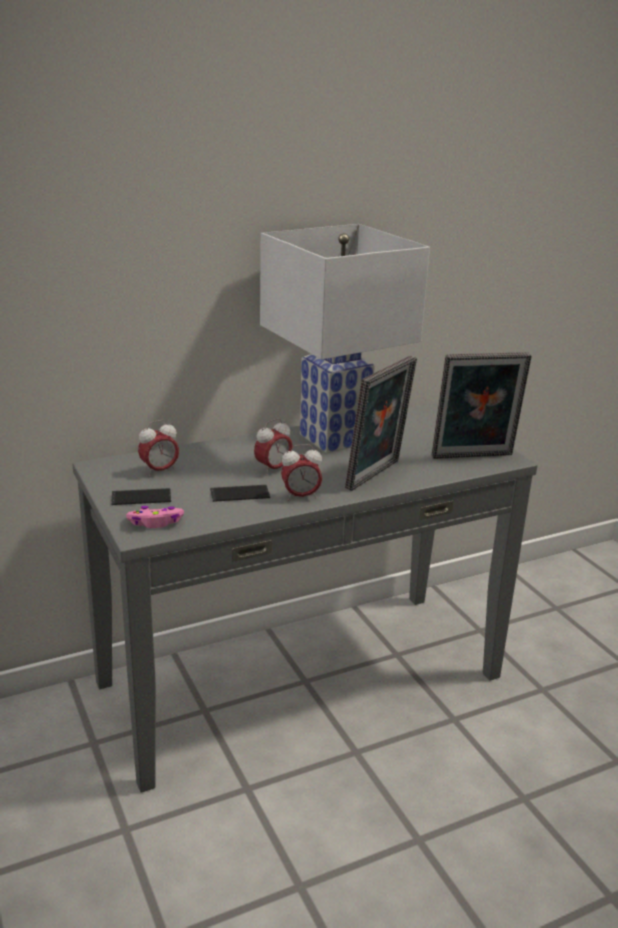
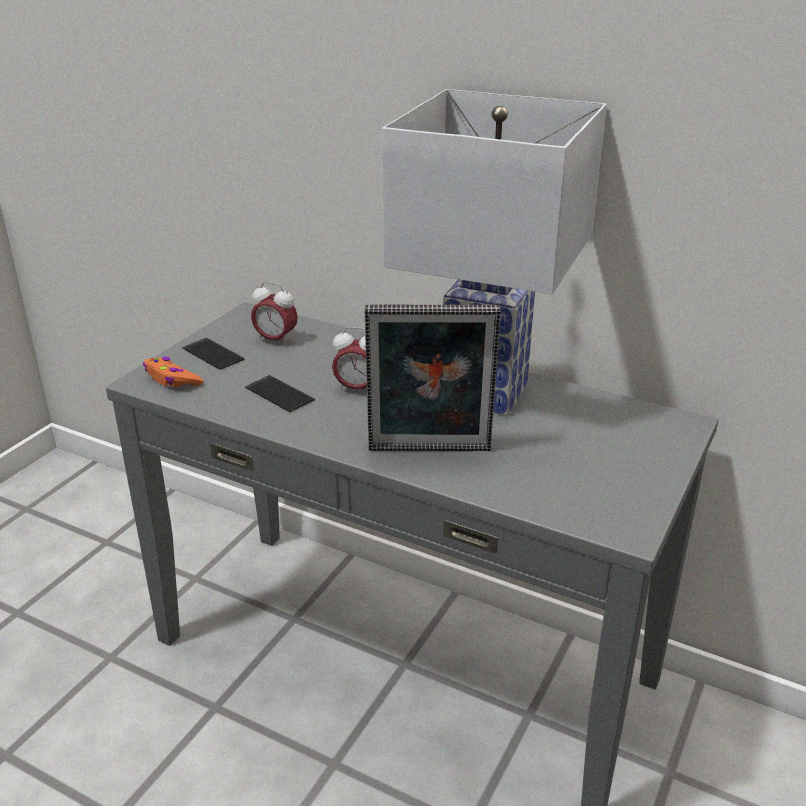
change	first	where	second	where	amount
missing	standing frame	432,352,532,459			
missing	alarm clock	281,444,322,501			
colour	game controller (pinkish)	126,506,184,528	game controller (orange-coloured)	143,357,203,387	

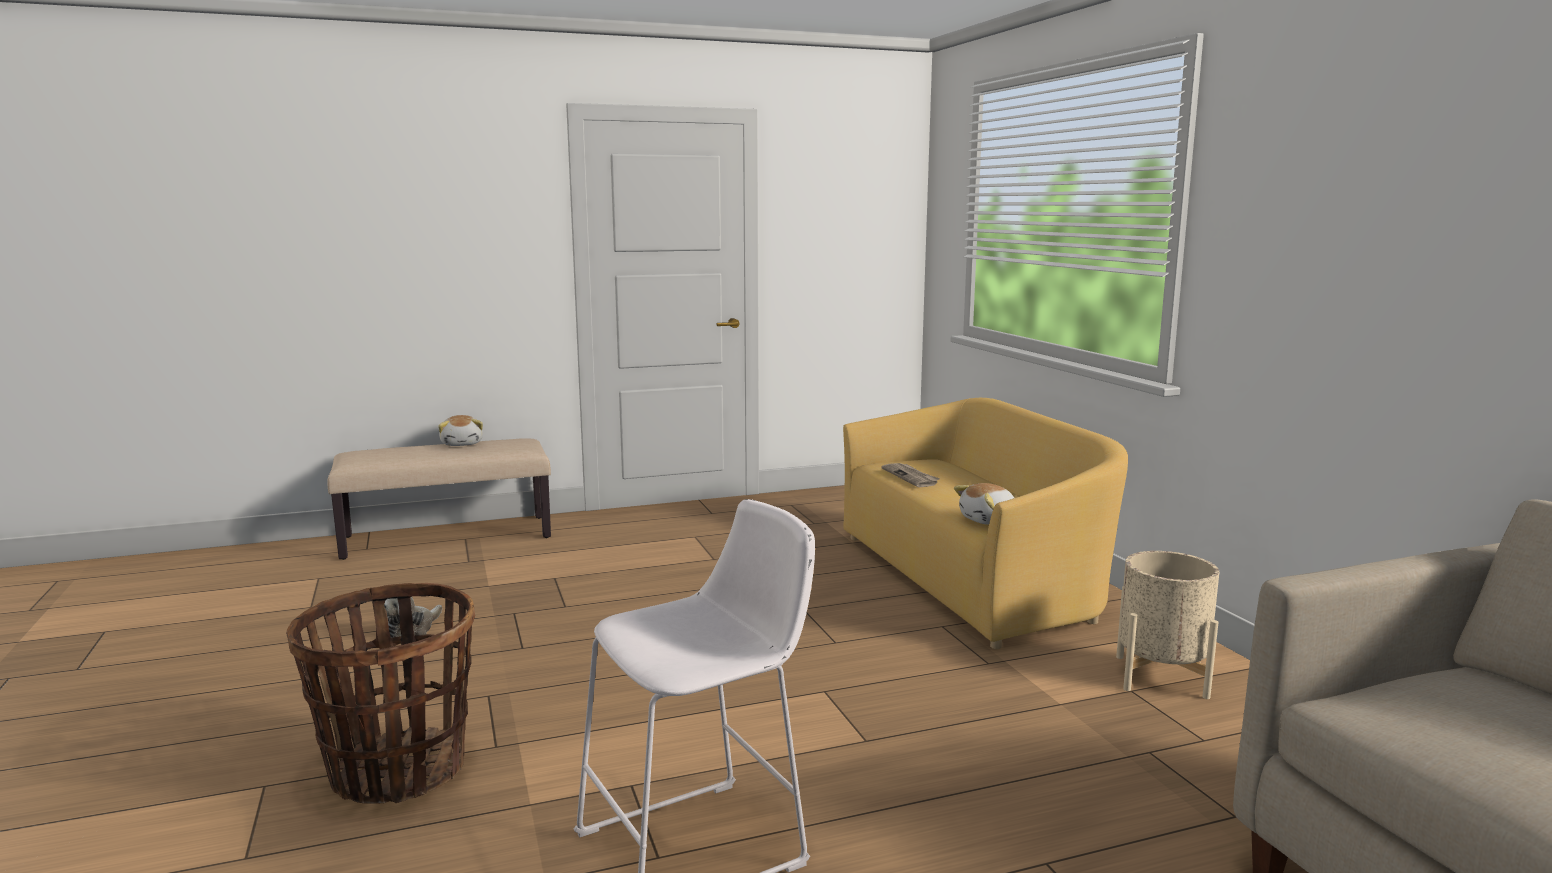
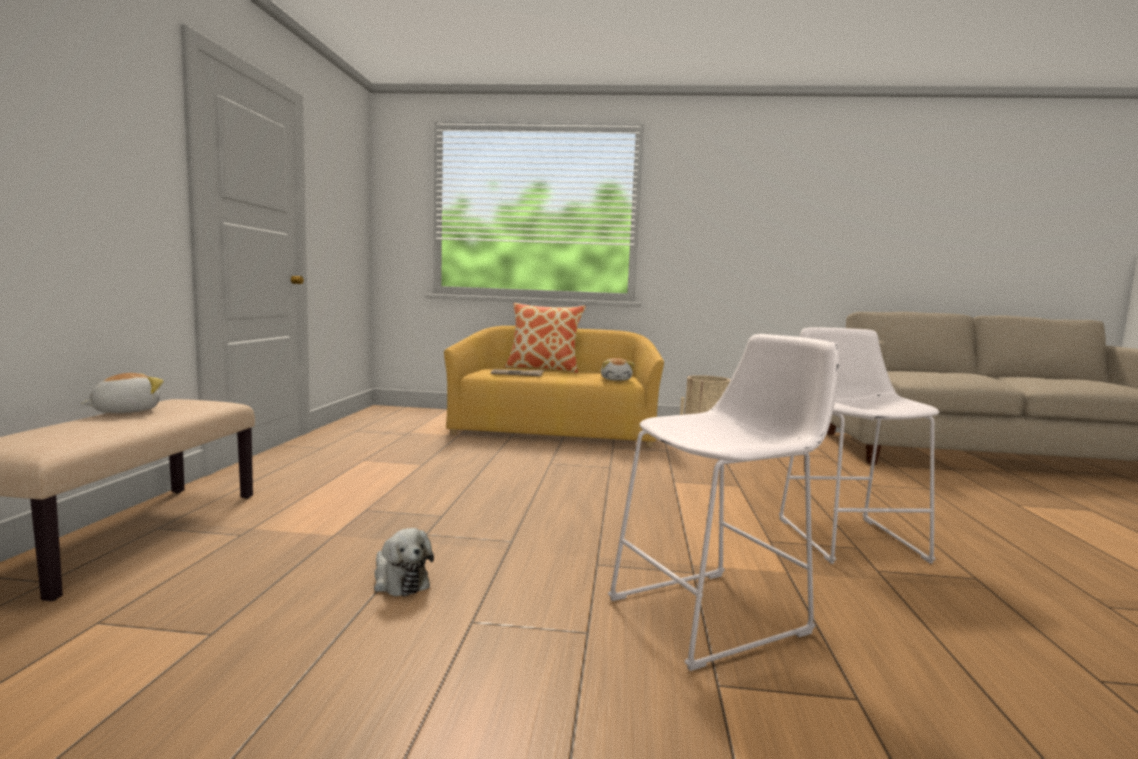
change	first	where	second	where	amount
spun	cuddly toy	438,415,483,446		81,373,164,413	60 degrees counterclockwise
exchanged	storage basket	286,583,475,804	stool seat (white-coloured)	608,334,840,671	
appeared			cushion	504,303,586,373	

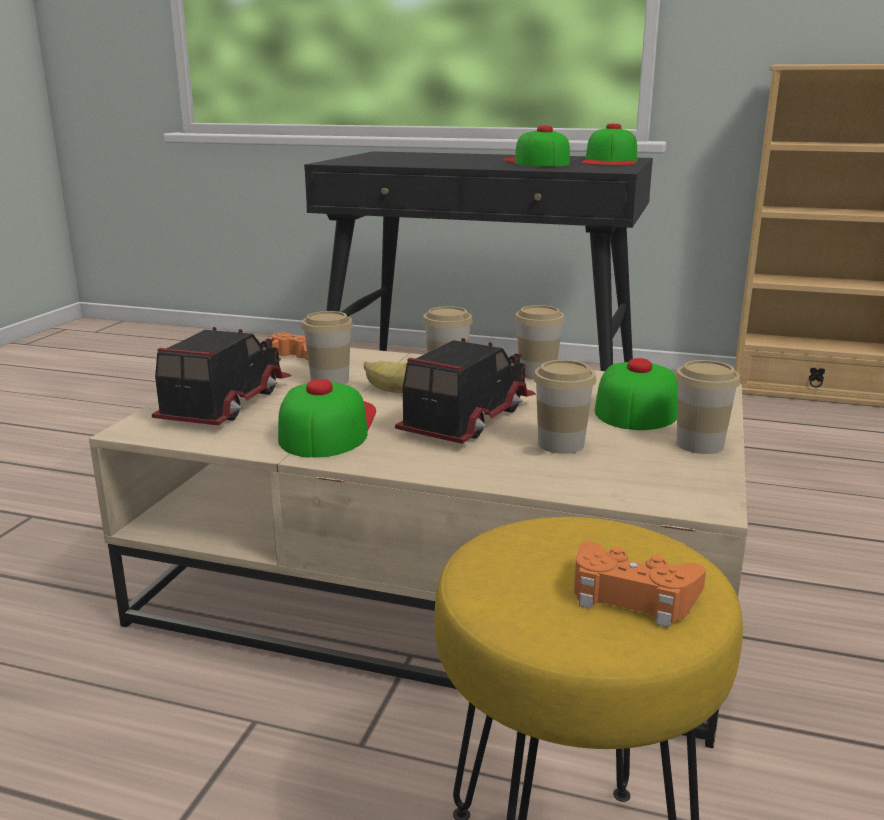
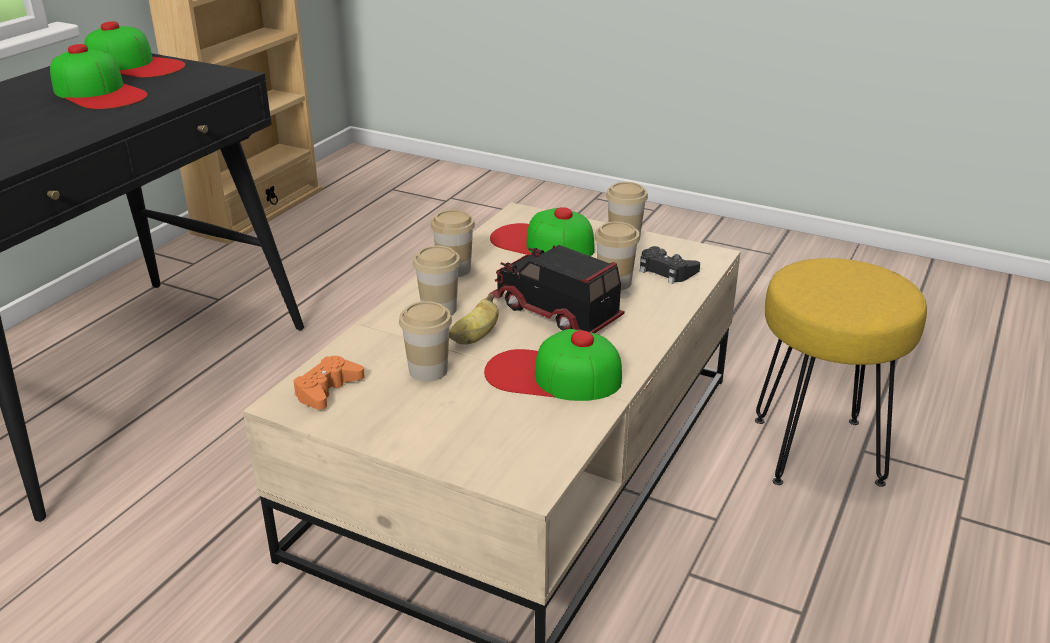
change	first	where	second	where	amount
spun	cap	503,125,570,167		50,44,148,109	135 degrees counterclockwise
missing	toy lorry	152,327,291,425			
missing	game controller (orange-coloured)	574,541,706,627			
appeared			game controller (black)	640,246,700,284	

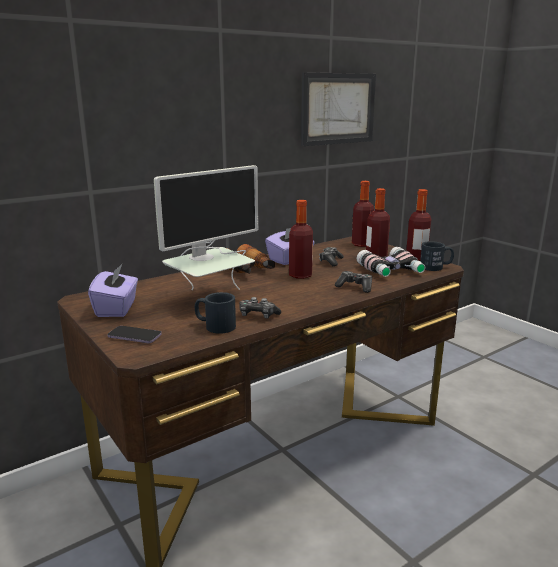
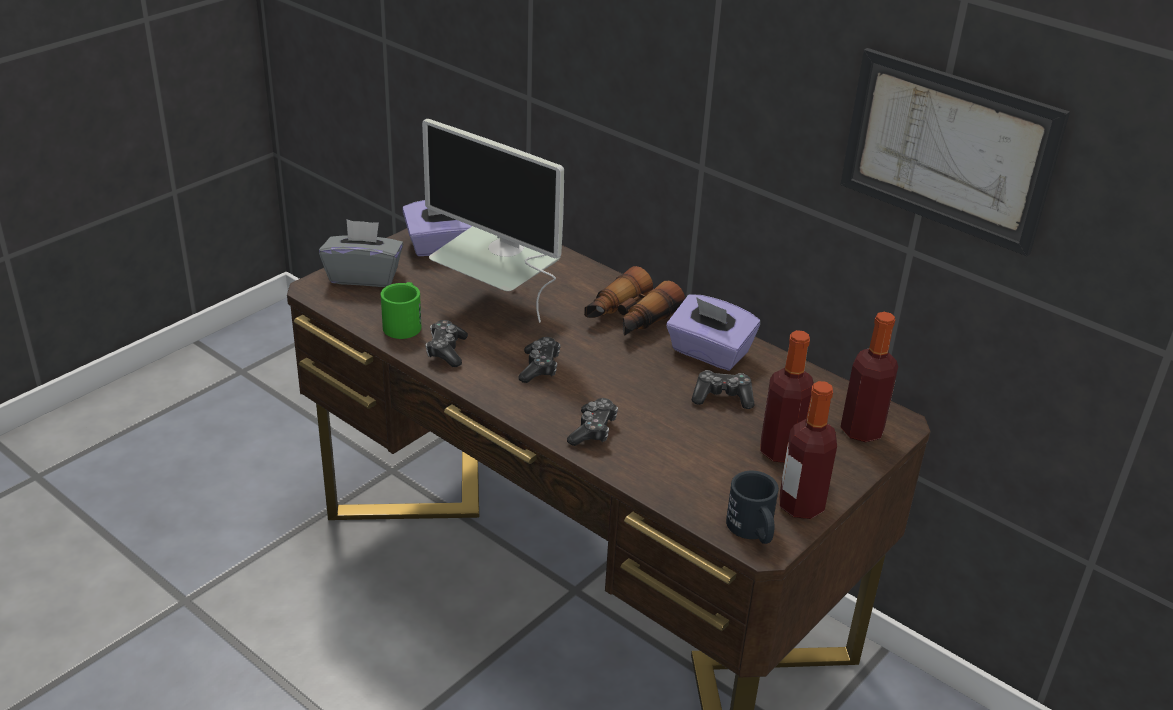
change	first	where	second	where	amount
missing	bottle	289,200,313,279			
missing	pair of binoculars	357,247,426,277			
colour	tea mug (black)	195,292,236,334	tea mug (green-coloured)	381,282,421,339	
exchanged	handset	107,326,162,344	tissue box (gray)	319,220,404,287	
appeared			game controller	518,337,561,383	

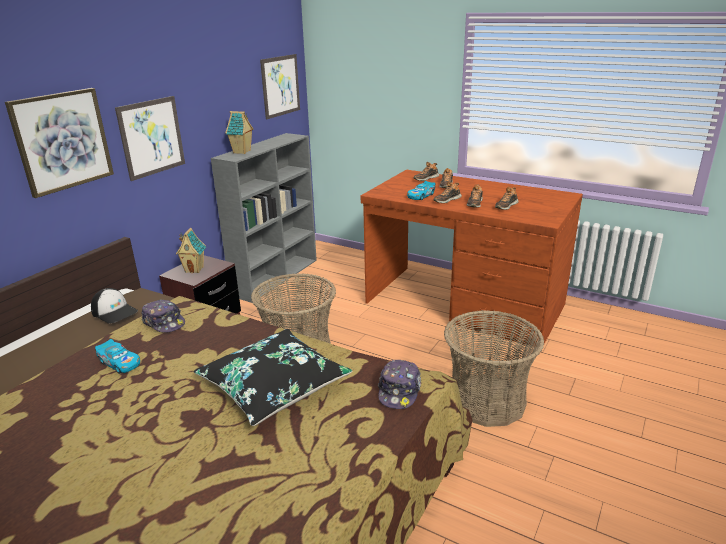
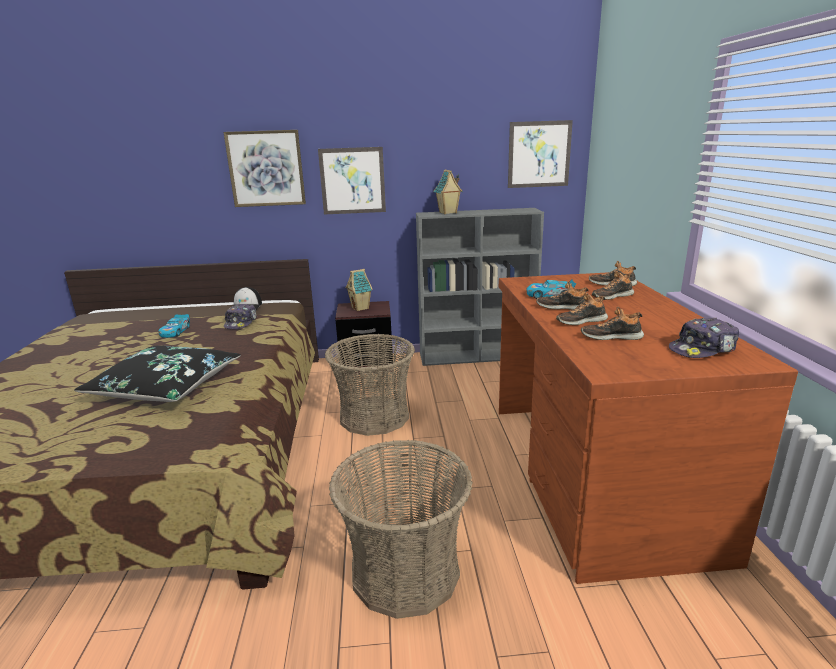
change	first	where	second	where	amount
relocated	cap	378,360,421,409		669,318,739,358	

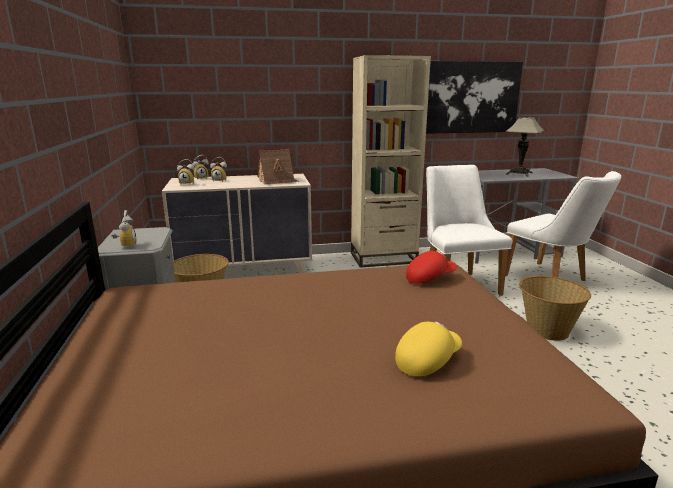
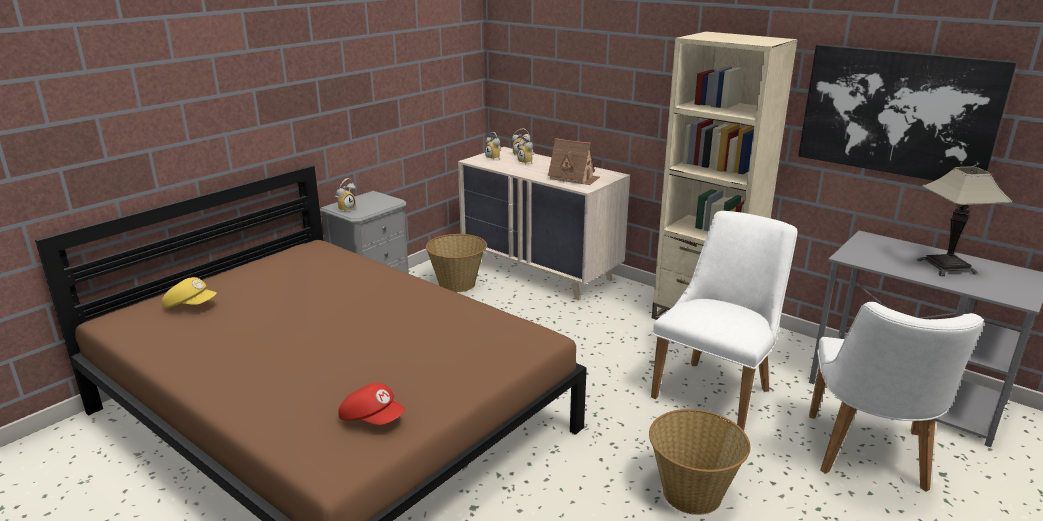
change	first	where	second	where	amount
relocated	cap (red)	406,251,457,284		338,383,405,425	
relocated	cap (yellow)	395,321,462,377		162,277,217,308	

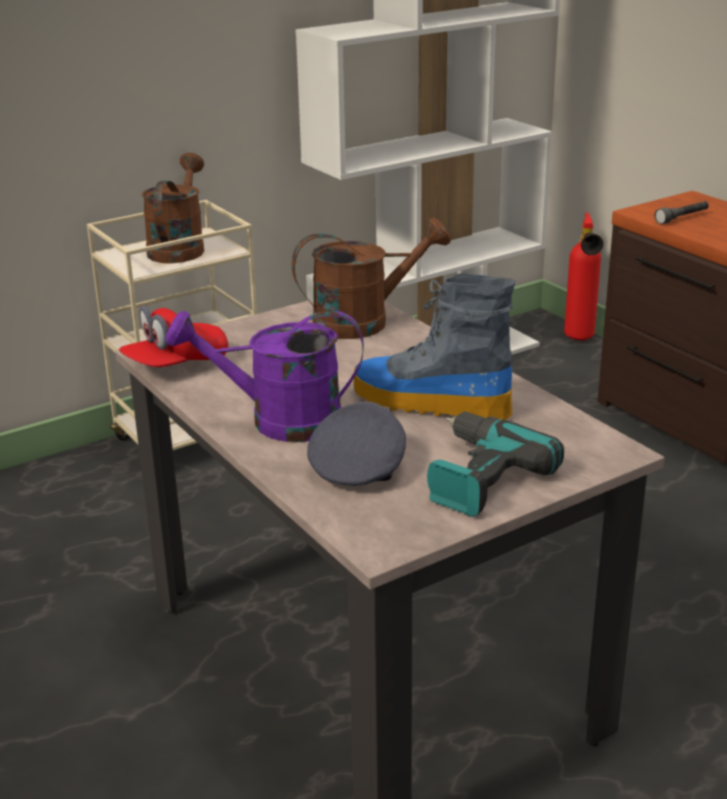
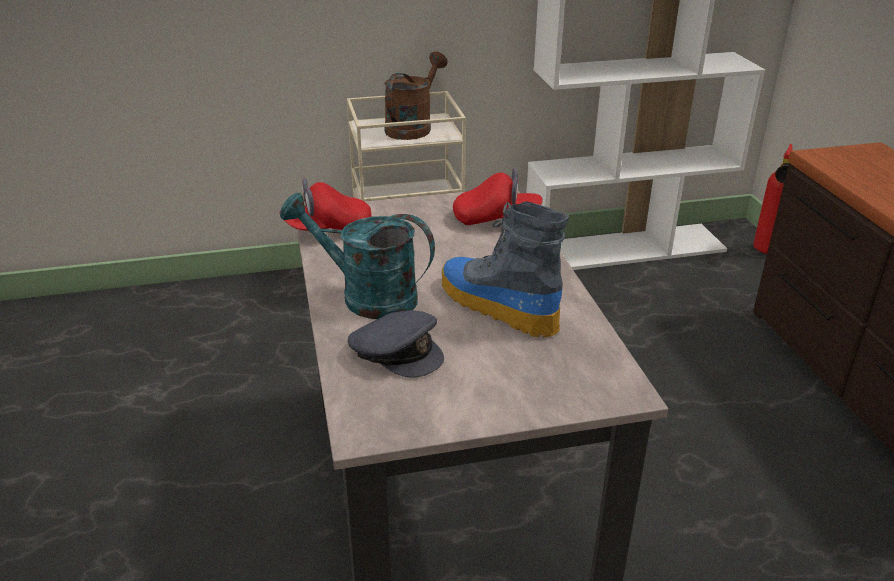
change	first	where	second	where	amount
missing	torch (gray)	655,201,709,224			
exchanged	sprinkling can (brown)	292,217,451,339	cap (red)	453,168,542,225	
colour	sprinkling can (purple-coloured)	166,311,364,442	sprinkling can (turquoise)	280,193,435,319	
spun	cap (gray)	307,402,406,486		348,310,444,378	90 degrees clockwise
missing	power drill	427,412,564,517			

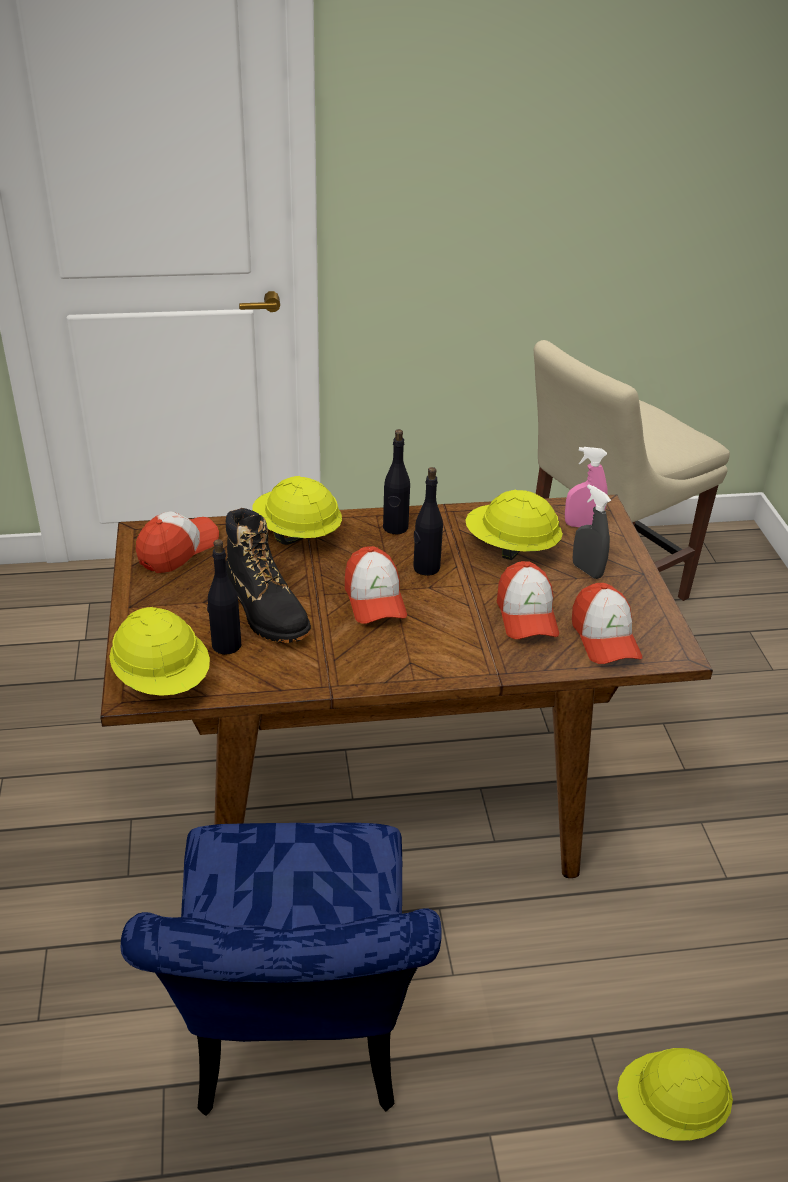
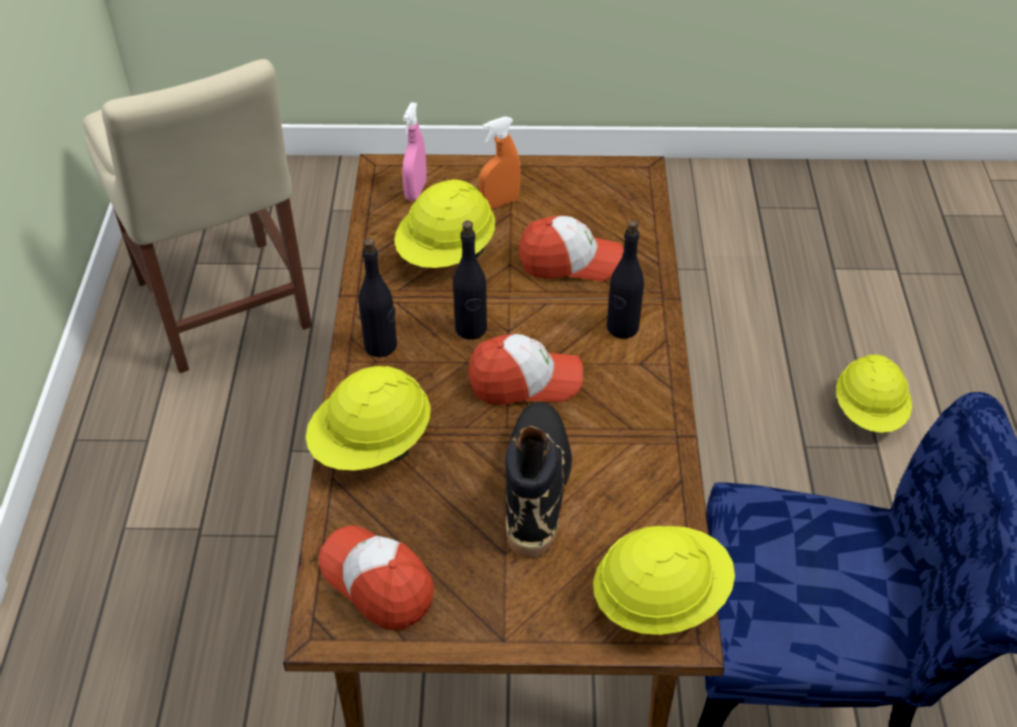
change	first	where	second	where	amount
colour	hand sprayer (gray)	573,484,611,579	hand sprayer (orange-coloured)	478,116,521,210	
spun	high-top boot (black)	226,508,311,643		505,402,572,558	60 degrees counterclockwise
relocated	bottle (black)	207,539,241,655		607,220,644,339	
missing	cap	572,583,643,664			

